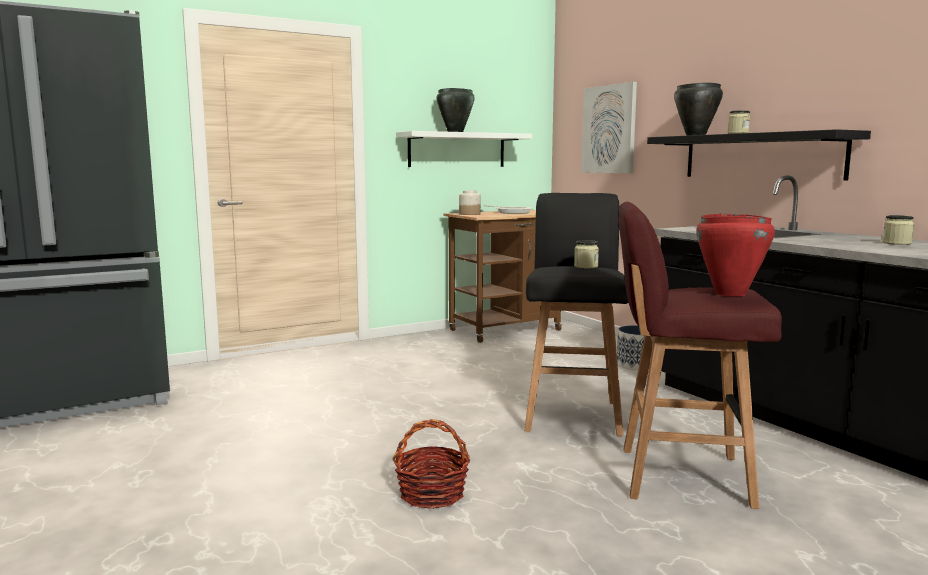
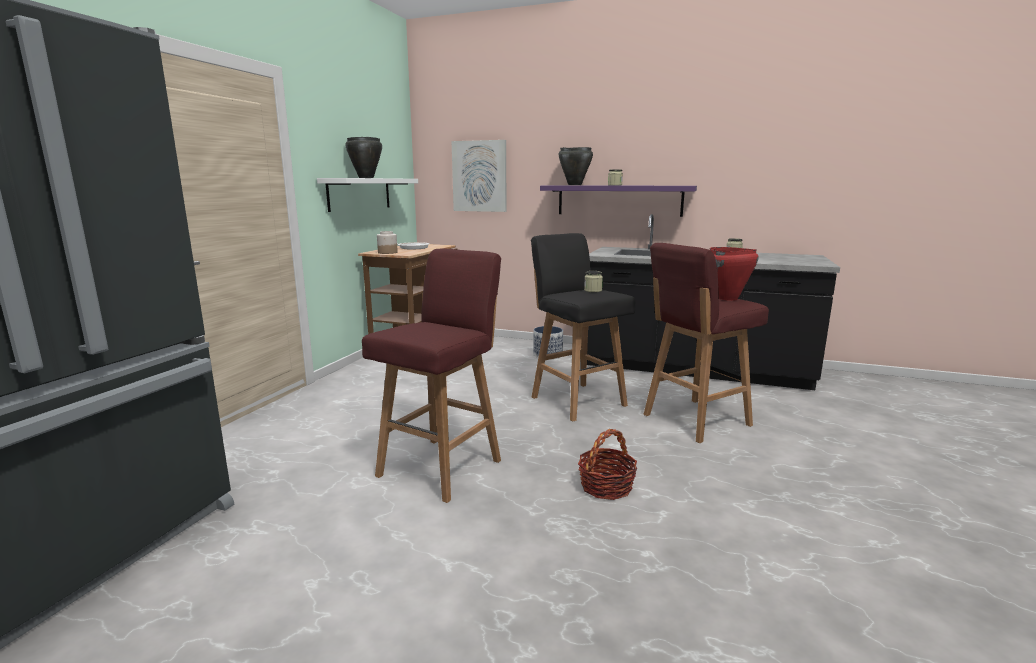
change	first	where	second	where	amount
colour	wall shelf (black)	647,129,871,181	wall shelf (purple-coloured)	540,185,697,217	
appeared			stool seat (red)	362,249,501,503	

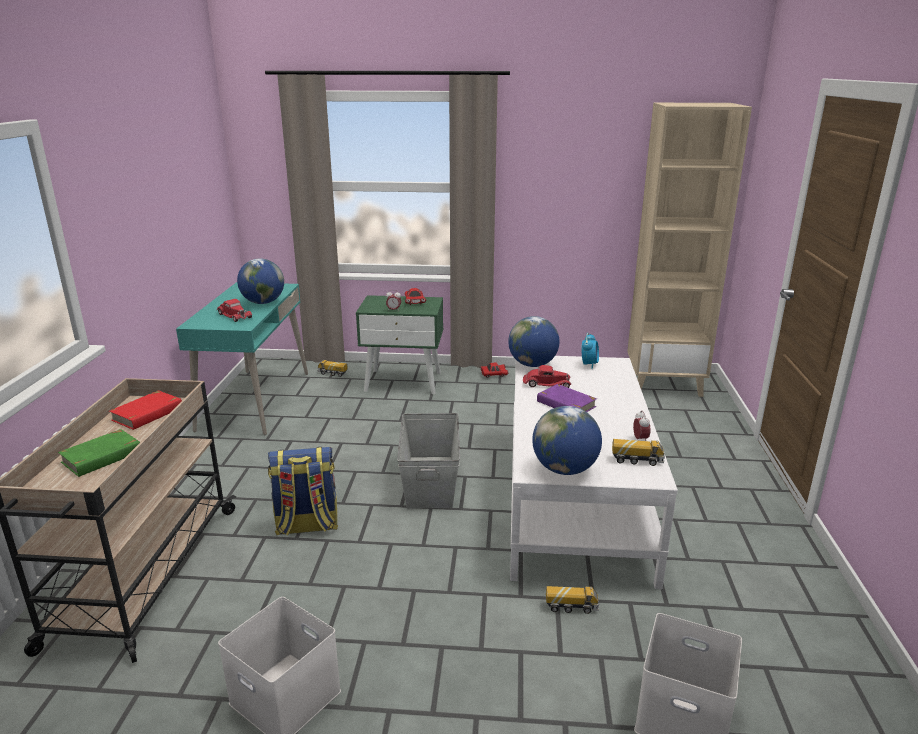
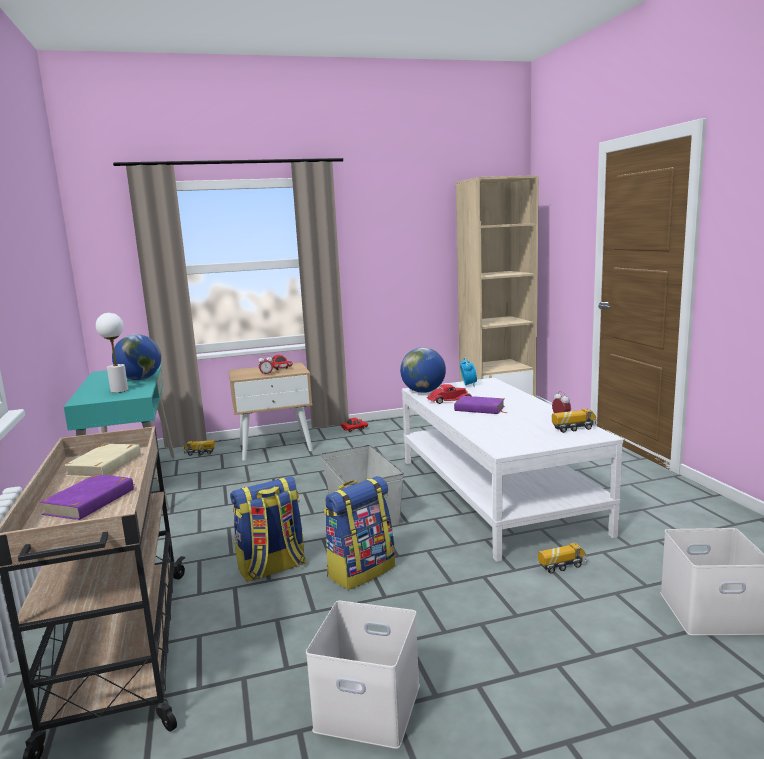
change	first	where	second	where	amount
colour	night table (green-coloured)	356,295,443,394	night table (beige-coloured)	229,363,313,461	
exchanged	model car (red)	217,299,252,322	lamp for a table (white-coloured)	96,313,128,393	
colour	volume (red)	109,390,182,430	volume (beige-coloured)	63,444,141,477	
missing	globe	532,406,602,475			
colour	volume (green-coloured)	58,429,140,477	volume (purple-coloured)	39,474,135,520	
appeared			backpack	324,476,395,590	

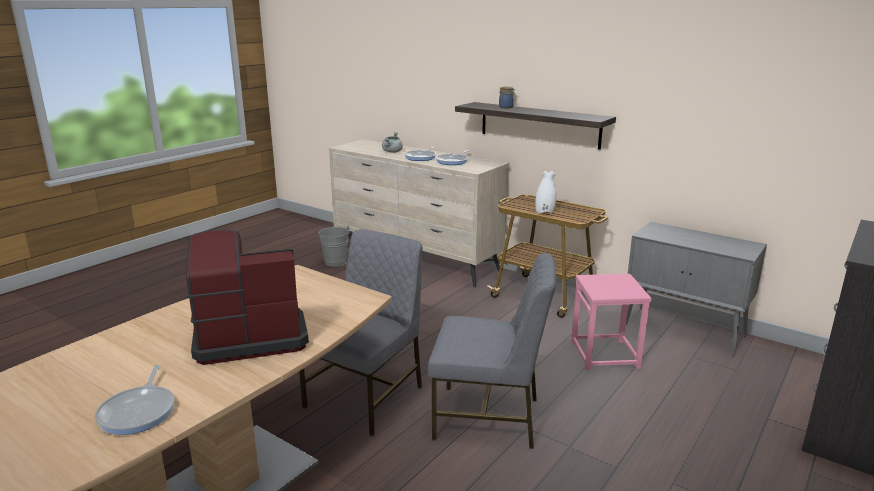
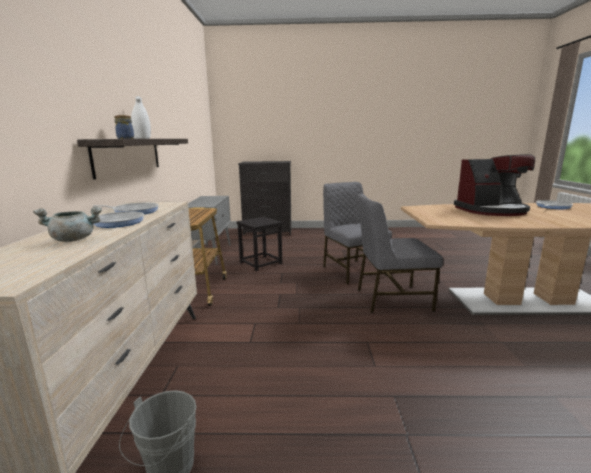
change	first	where	second	where	amount
relocated	decorative vase (white-coloured)	535,171,556,214		131,96,151,139	
spun	coffee machine	186,229,309,365		454,154,535,216	45 degrees counterclockwise
colour	stool seat (pinkish)	571,274,652,371	stool seat (black)	237,217,282,271	

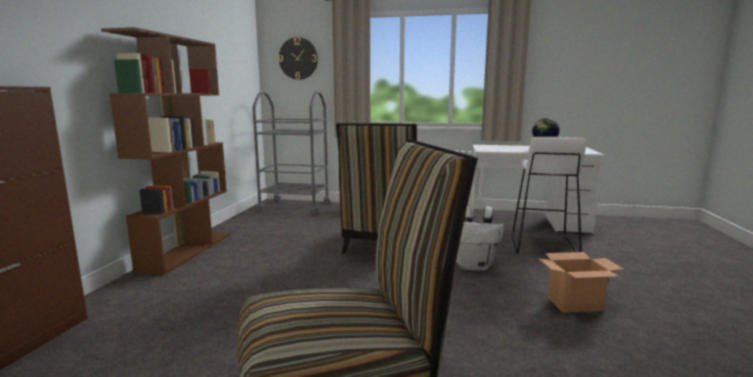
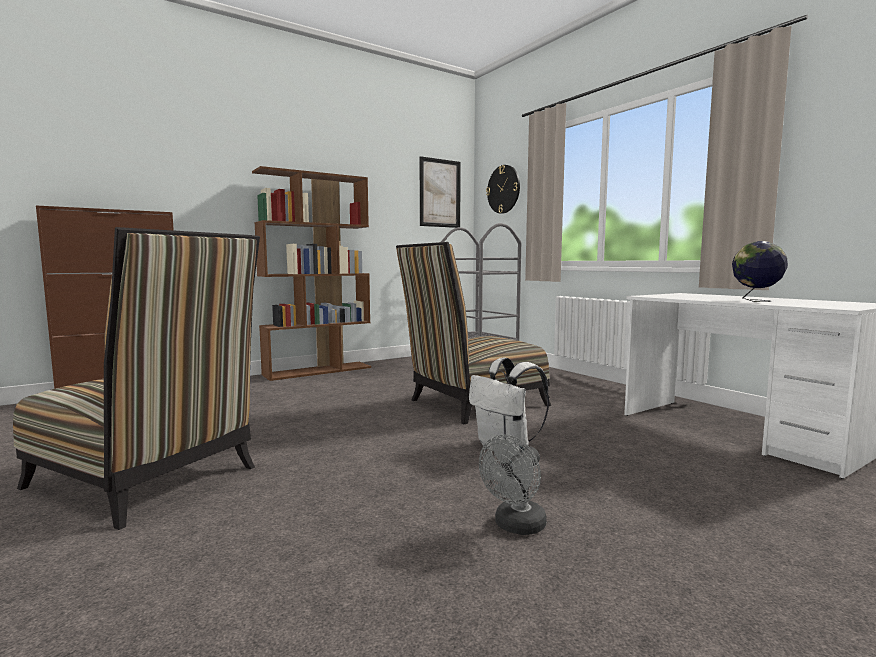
change	first	where	second	where	amount
missing	stool seat (white-coloured)	511,137,586,253			
exchanged	carton	538,252,624,313	cooling fan (gray)	479,435,547,535	
appeared			wall picture	420,156,461,228	

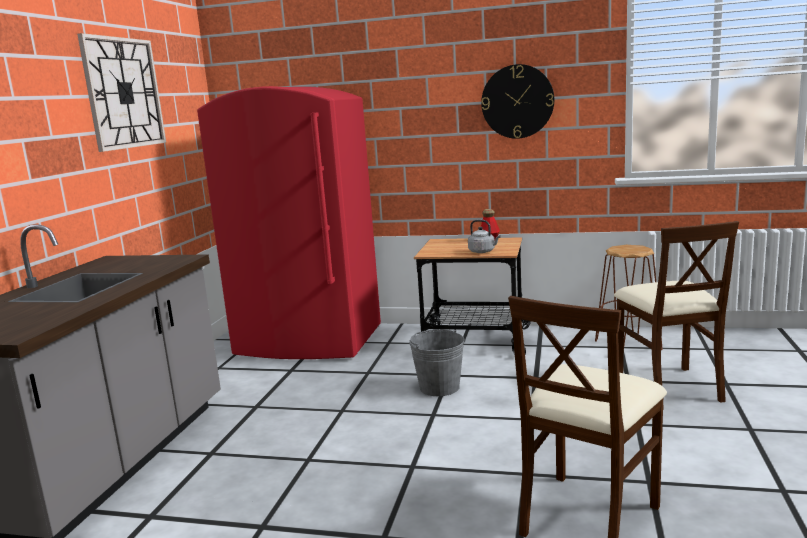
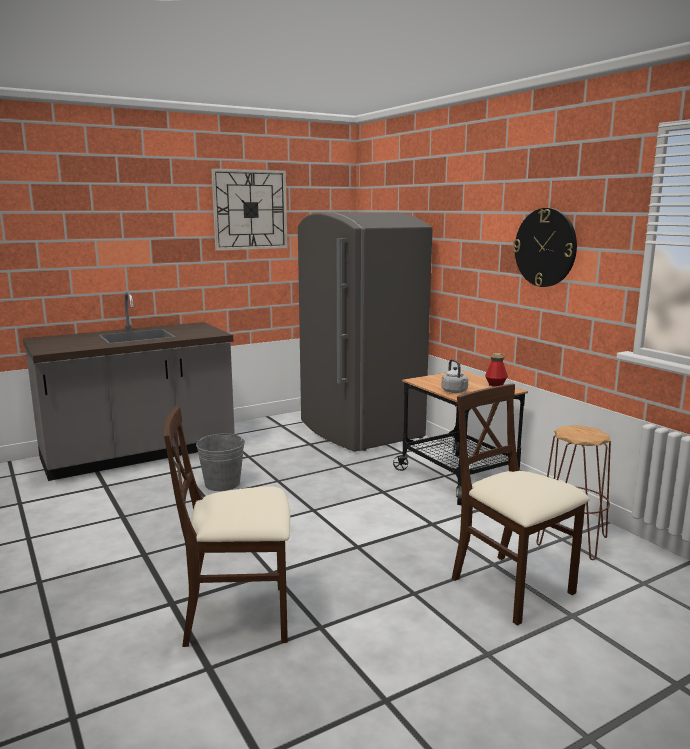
change	first	where	second	where	amount
colour	kitchen fridge (red)	197,86,381,359	kitchen fridge (gray)	298,212,432,452	
spun	chair (beige-coloured)	614,221,739,410		452,384,589,626	105 degrees clockwise
relocated	pail (gray)	409,329,465,396		196,433,245,491	

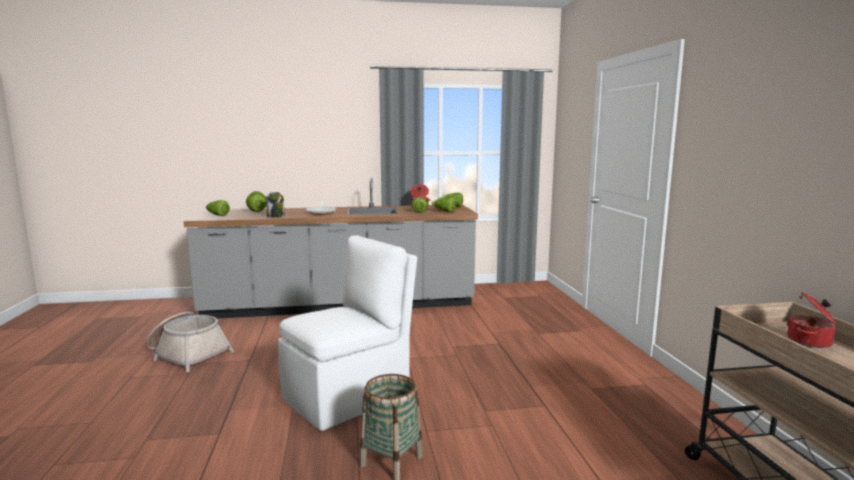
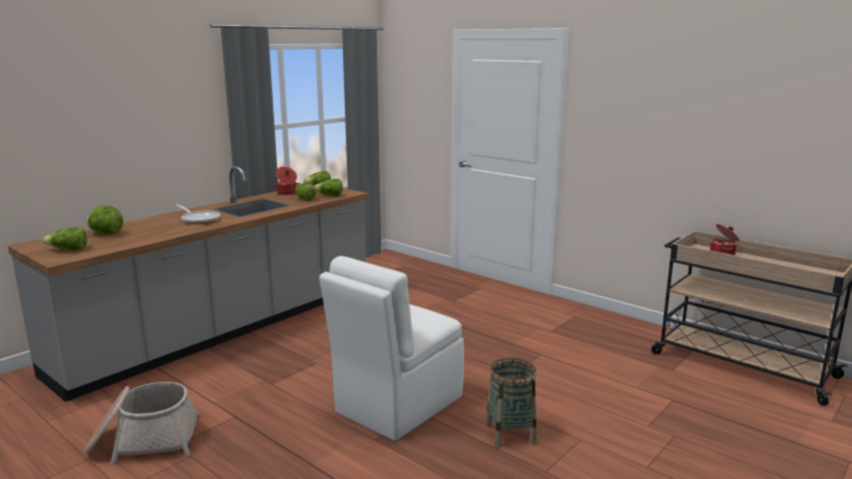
change	first	where	second	where	amount
missing	storage jar	266,192,284,218			
spun	chair (white-coloured)	278,235,417,431		319,256,464,441	150 degrees counterclockwise

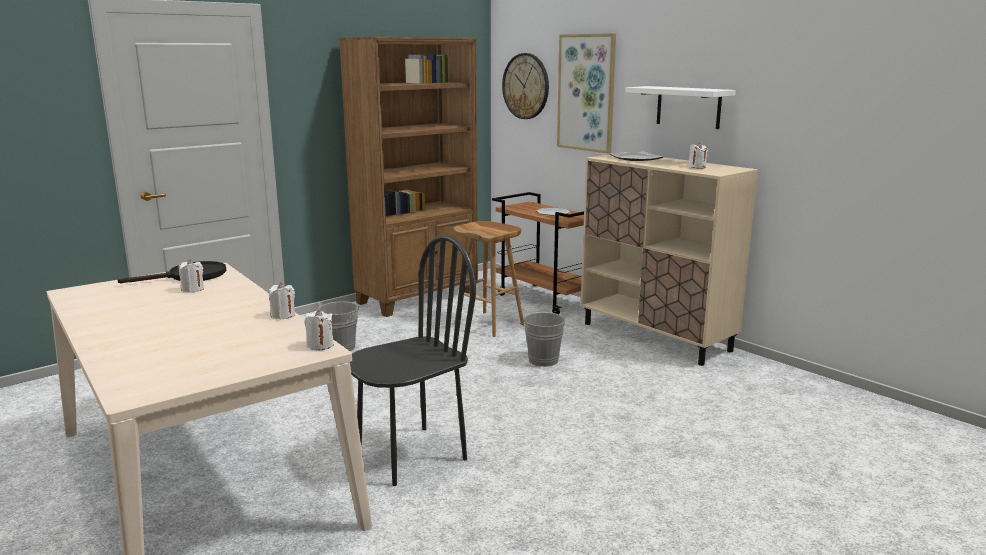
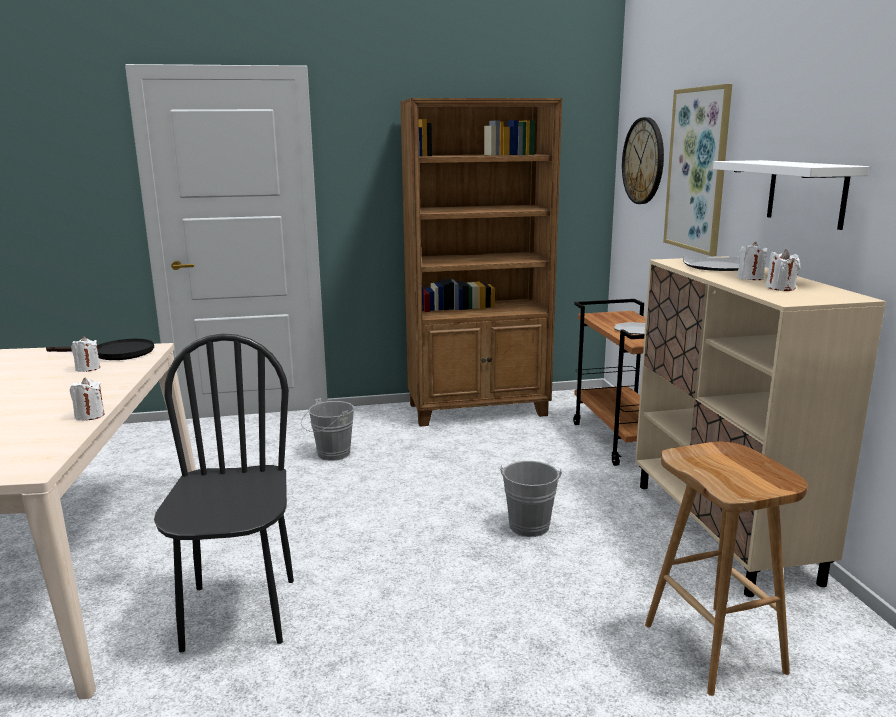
change	first	where	second	where	amount
relocated	stool seat (brown)	454,221,524,337		645,442,808,696	
spun	chair (black)	350,235,476,486		154,333,294,652	90 degrees counterclockwise
relocated	wax candle (white-coloured)	305,309,334,350		737,242,768,280	

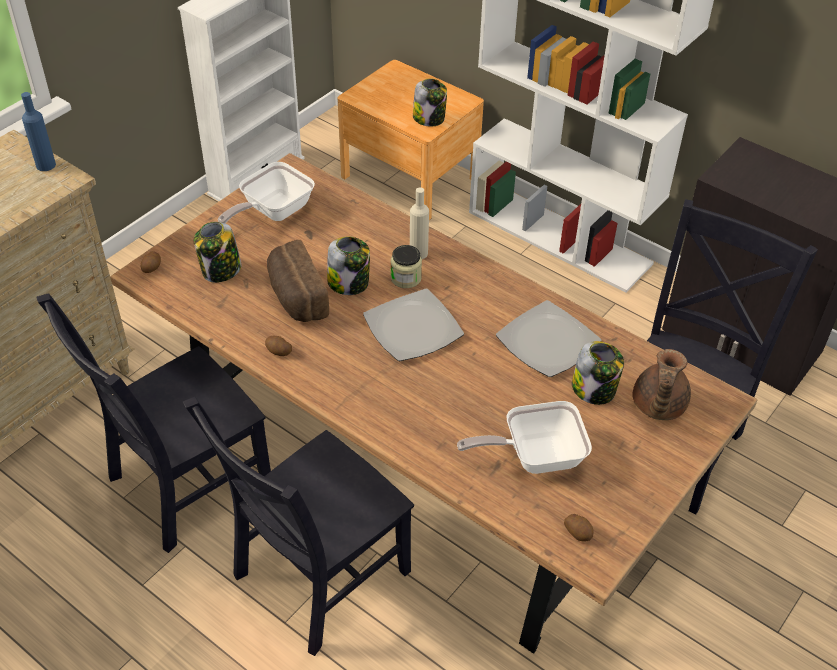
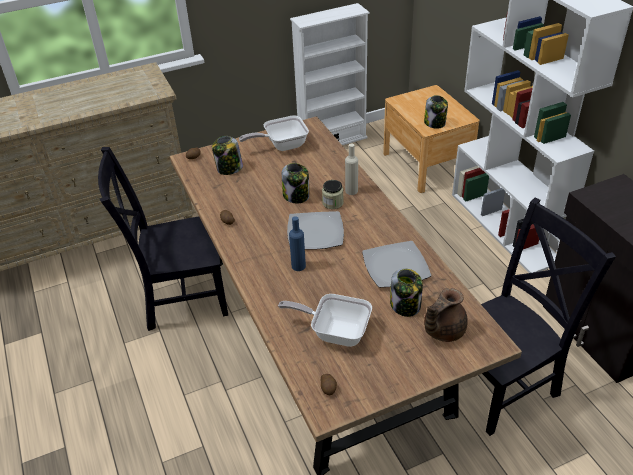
change	first	where	second	where	amount
relocated	bottle (blue)	21,92,56,171		289,216,306,271	
missing	bakery bread	267,240,329,322			
missing	chair (black)	183,397,414,656			

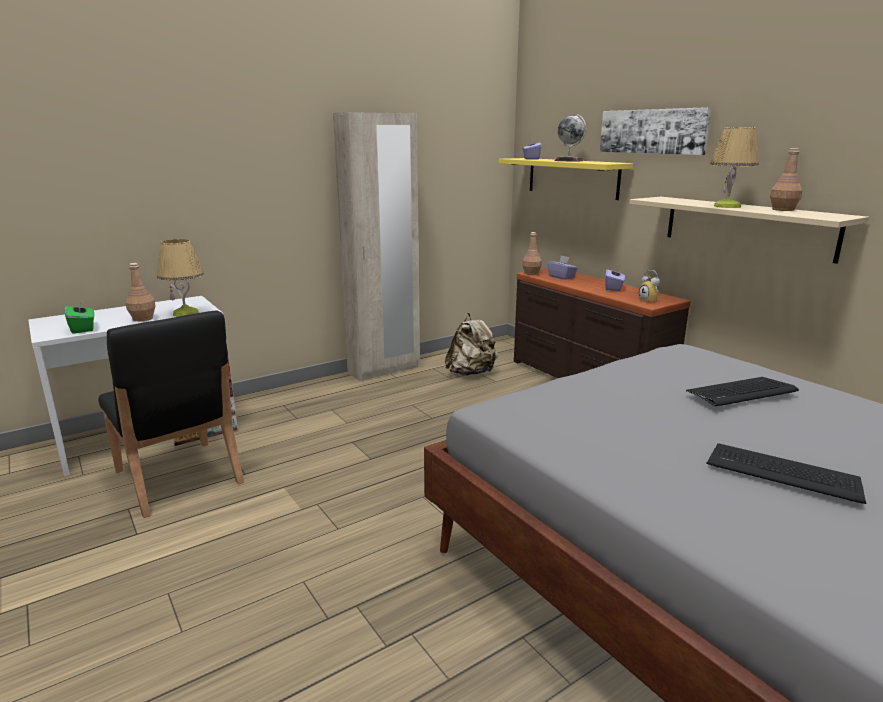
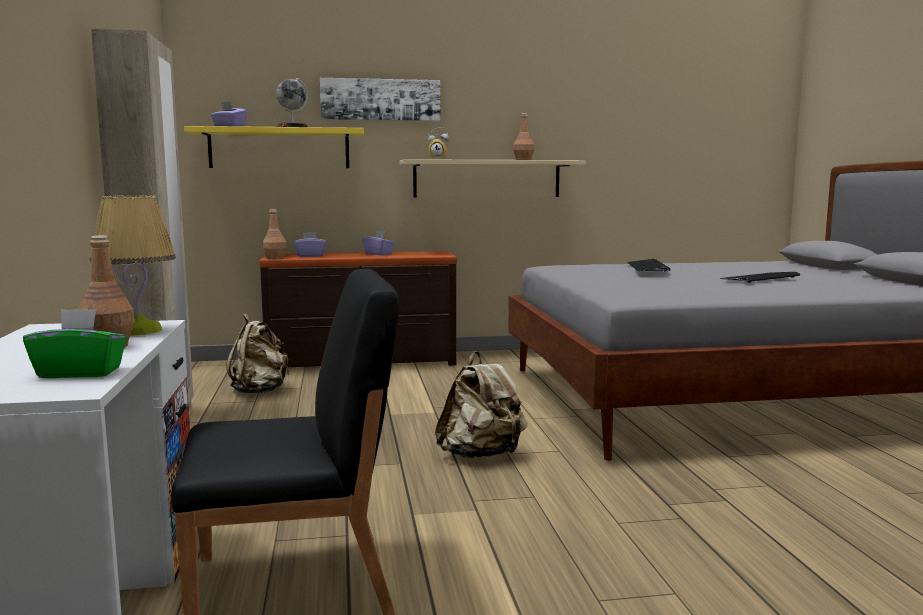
change	first	where	second	where	amount
missing	lamp for a table	710,127,759,208			
relocated	alarm clock	639,270,660,302		428,127,449,160	
appeared			backpack (beige-coloured)	435,351,527,458	

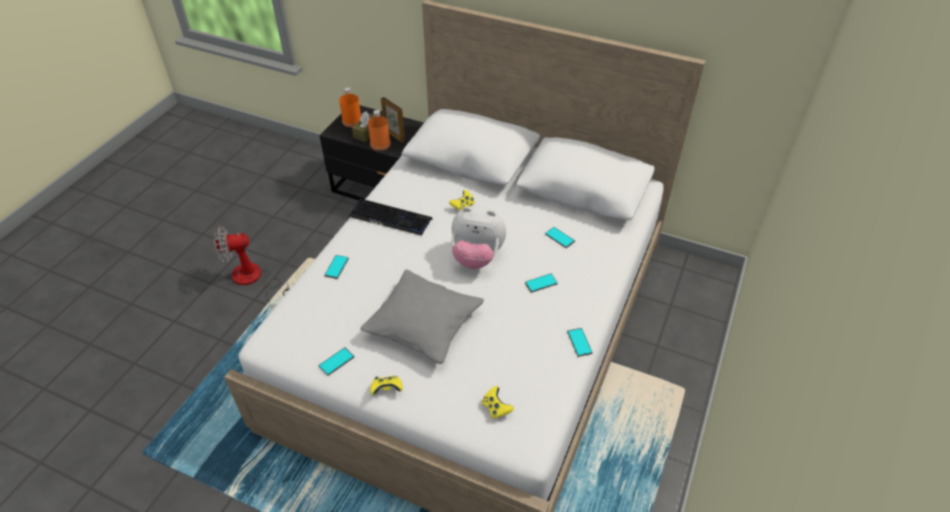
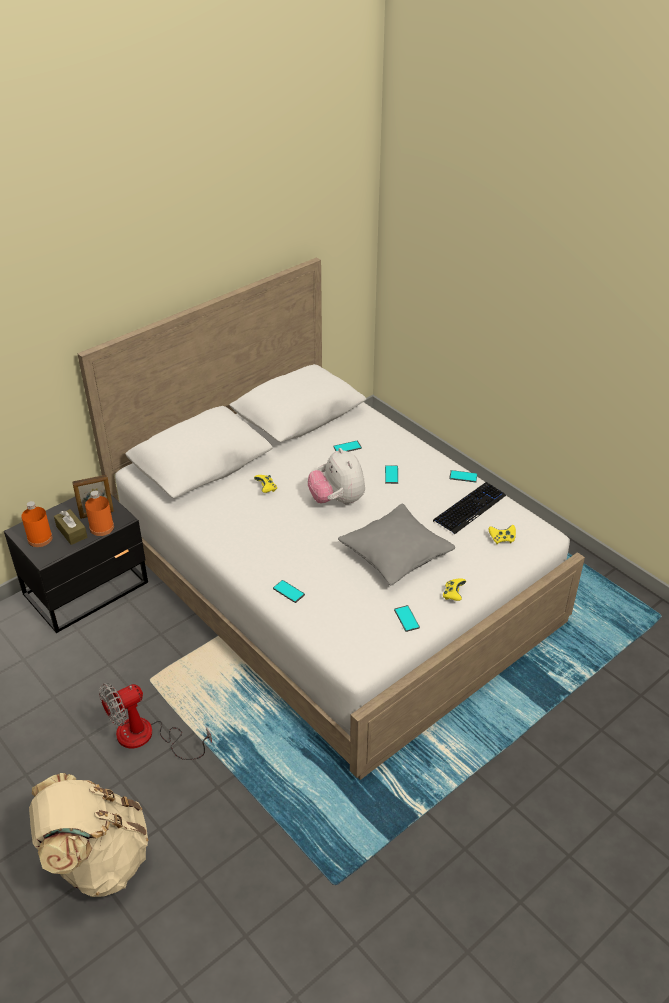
change	first	where	second	where	amount
relocated	PC keyboard	349,199,432,236		433,482,506,534	
spun	cuddly toy	451,206,506,269		308,448,365,505	120 degrees clockwise
spun	cooling fan	214,226,290,303		99,683,212,760	45 degrees clockwise
appeared			backpack (beige-coloured)	29,773,148,897	

